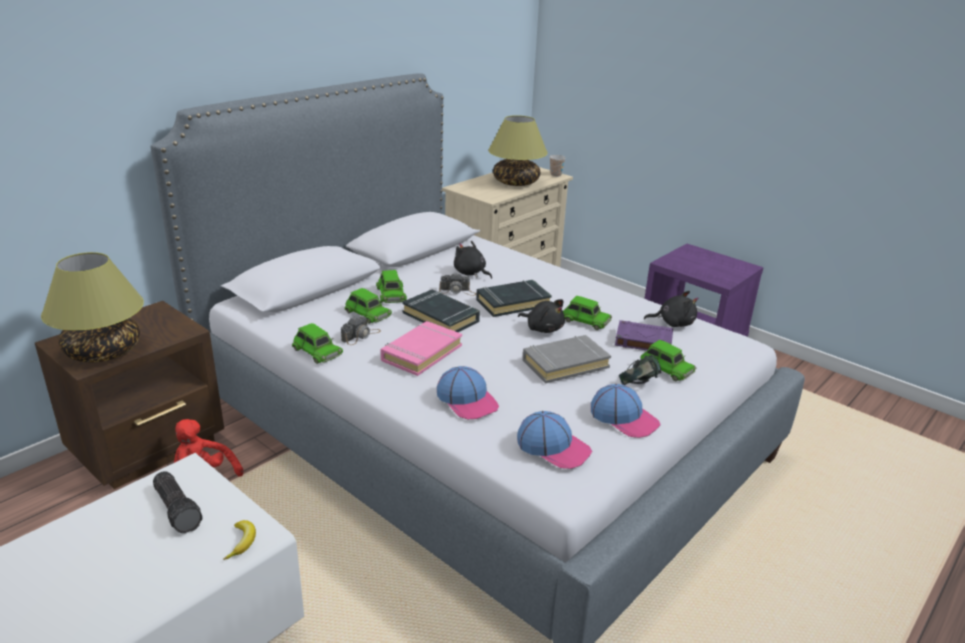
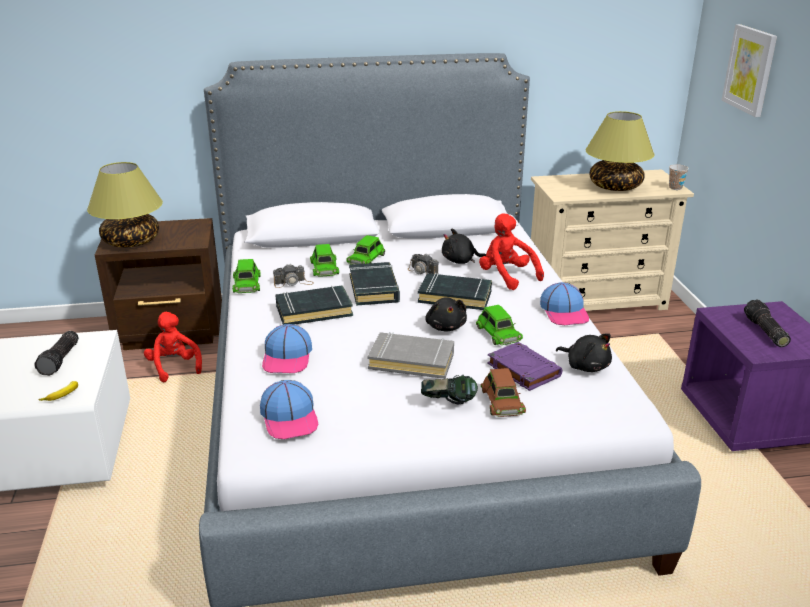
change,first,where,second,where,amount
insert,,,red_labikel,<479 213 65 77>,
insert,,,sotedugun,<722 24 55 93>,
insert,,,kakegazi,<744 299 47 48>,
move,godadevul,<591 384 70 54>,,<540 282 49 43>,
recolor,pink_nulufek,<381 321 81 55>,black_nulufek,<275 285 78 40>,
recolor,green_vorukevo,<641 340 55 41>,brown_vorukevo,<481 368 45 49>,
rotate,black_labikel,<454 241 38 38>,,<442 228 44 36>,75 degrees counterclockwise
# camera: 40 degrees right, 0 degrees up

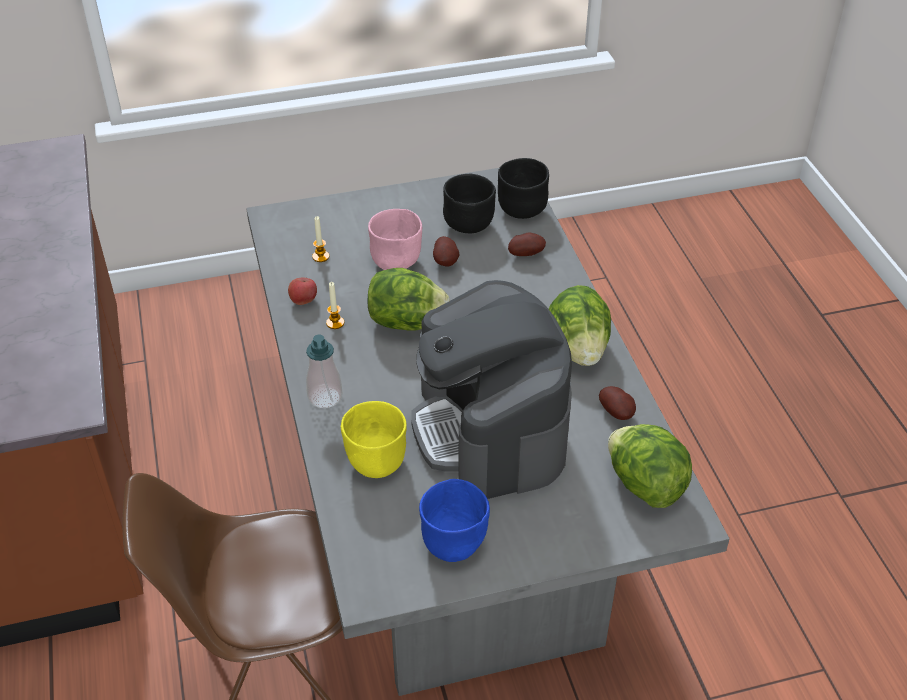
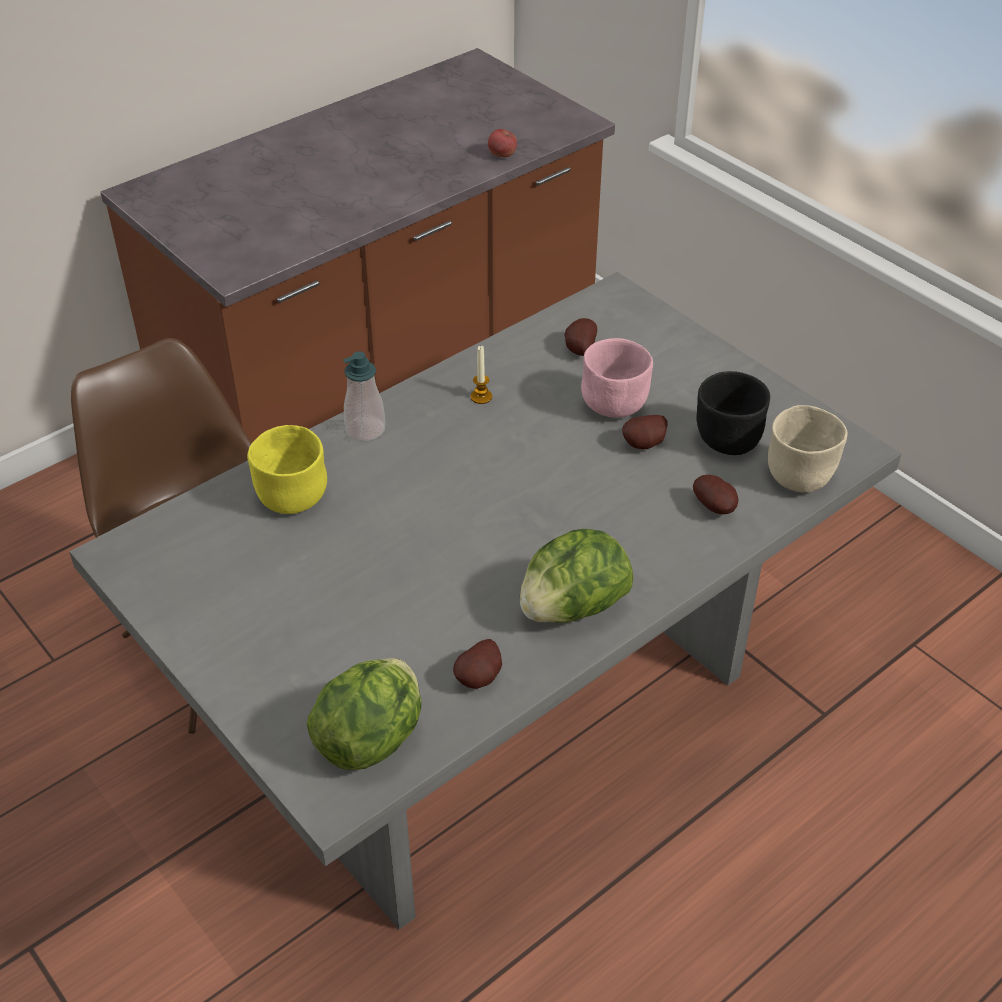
change,first,where,second,where,amount
delete,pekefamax,<368 268 82 63>,,,
delete,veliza,<411 280 161 219>,,,
delete,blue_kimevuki,<419 479 71 83>,,,
move,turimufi,<288 278 29 27>,,<488 129 29 28>,
replace,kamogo,<312 216 17 46>,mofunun,<564 318 33 38>,
recolor,black_kimevuki,<498 158 51 61>,beige_kimevuki,<768 405 80 88>,
# camera: 65 degrees right, 0 degrees up

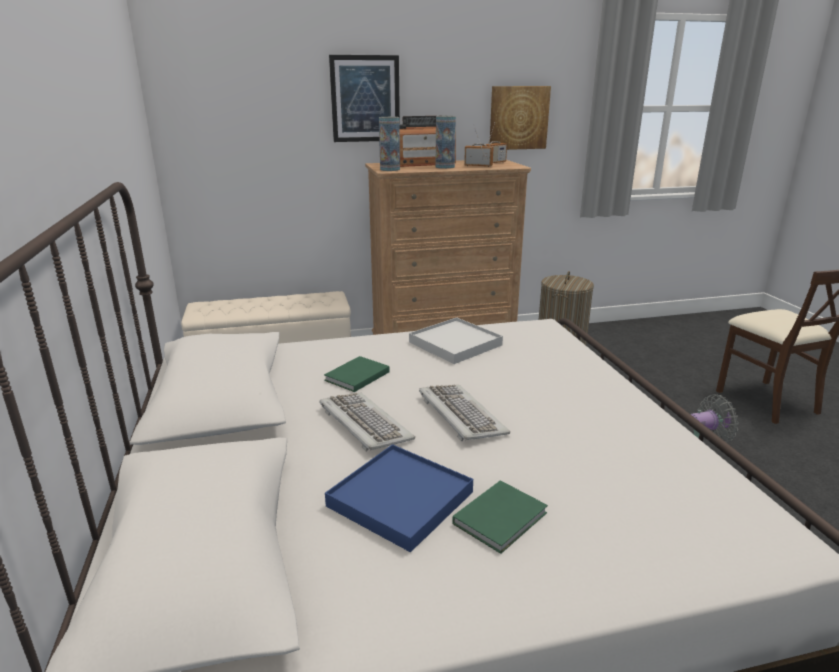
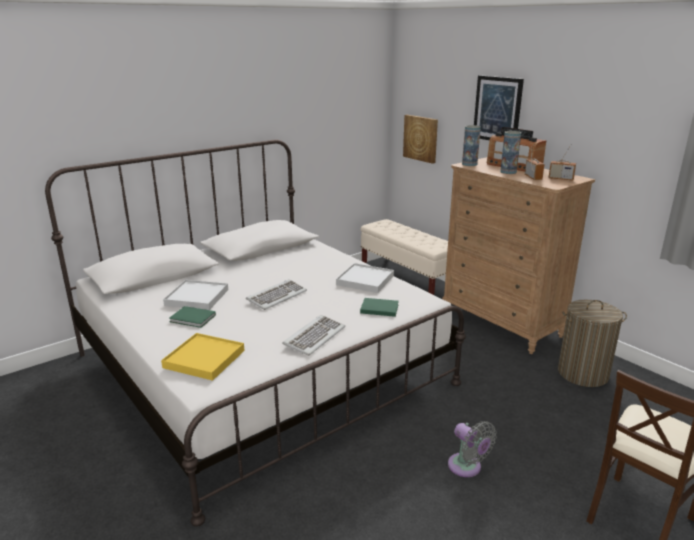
change,first,where,second,where,amount
insert,,,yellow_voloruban,<161 333 84 48>,
move,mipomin,<319 392 96 60>,,<282 315 63 41>,
move,green_nulufek,<324 356 66 36>,,<360 298 39 19>,
move,sotedugun,<490 86 61 64>,,<403 115 35 49>,
recolor,blue_voloruban,<325 444 148 108>,white_voloruban,<163 280 65 30>,
# camera: 65 degrees right, 0 degrees up

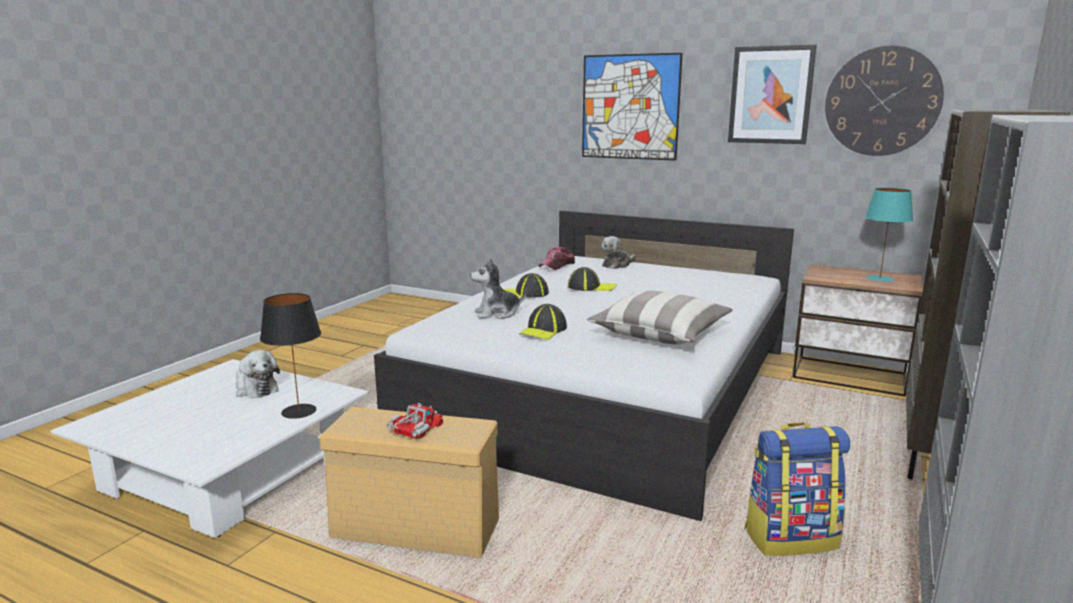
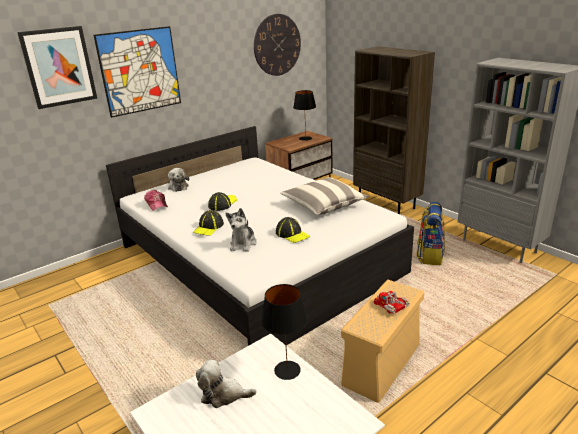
change,first,where,second,where,amount
move,sotedugun,<728 45 89 99>,,<17 26 80 83>,
recolor,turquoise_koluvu,<865 188 48 94>,black_koluvu,<293 90 23 51>,
rotate,labikel,<236 350 44 48>,,<196 360 61 48>,150 degrees counterclockwise
# camera: 65 degrees left, 10 degrees up

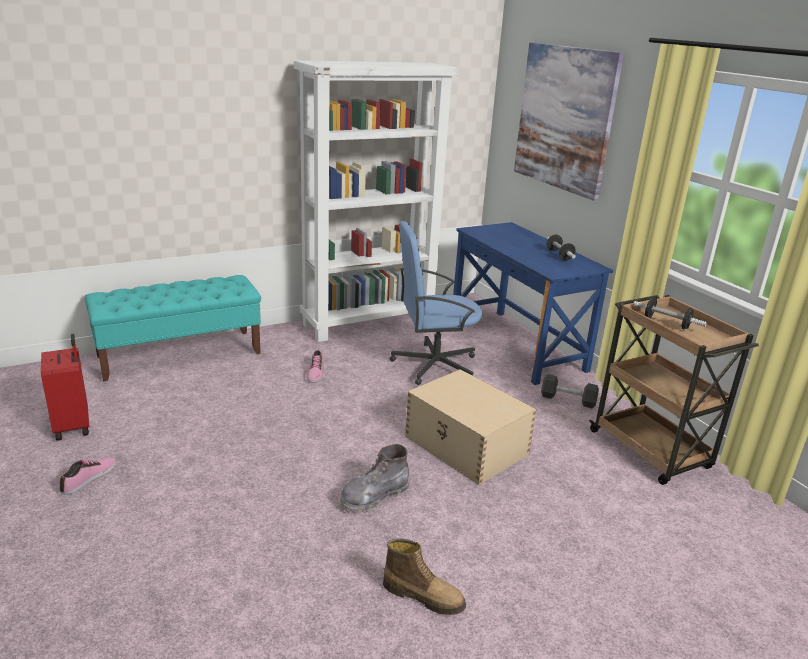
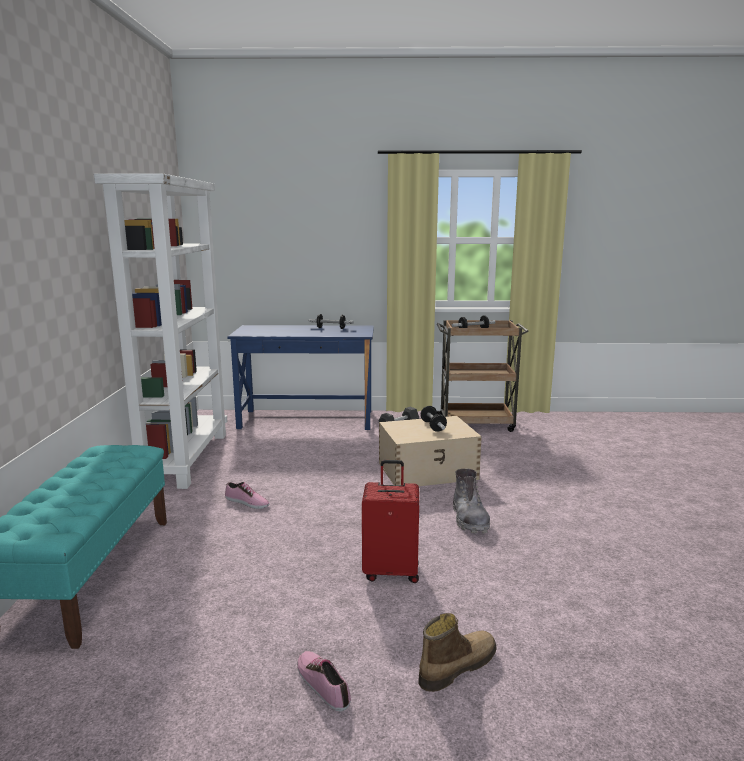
change,first,where,second,where,amount
delete,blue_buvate,<389 221 93 164>,,,
delete,sotedugun,<514 42 110 159>,,,
insert,,,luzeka,<420 406 27 26>,
move,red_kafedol,<41 334 48 107>,,<362 460 57 123>,
move,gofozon,<383 538 83 77>,,<418 613 79 79>,
# camera: 60 degrees left, 10 degrees down

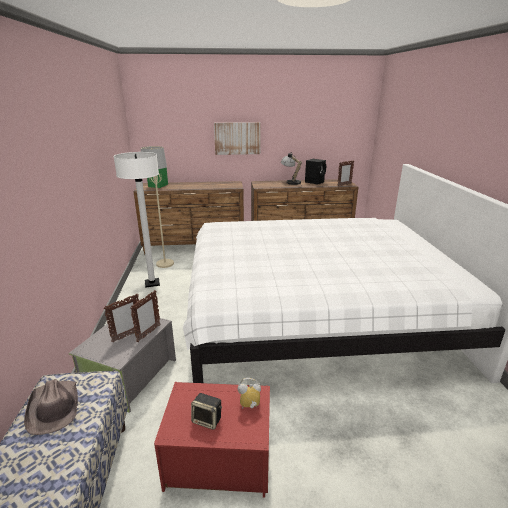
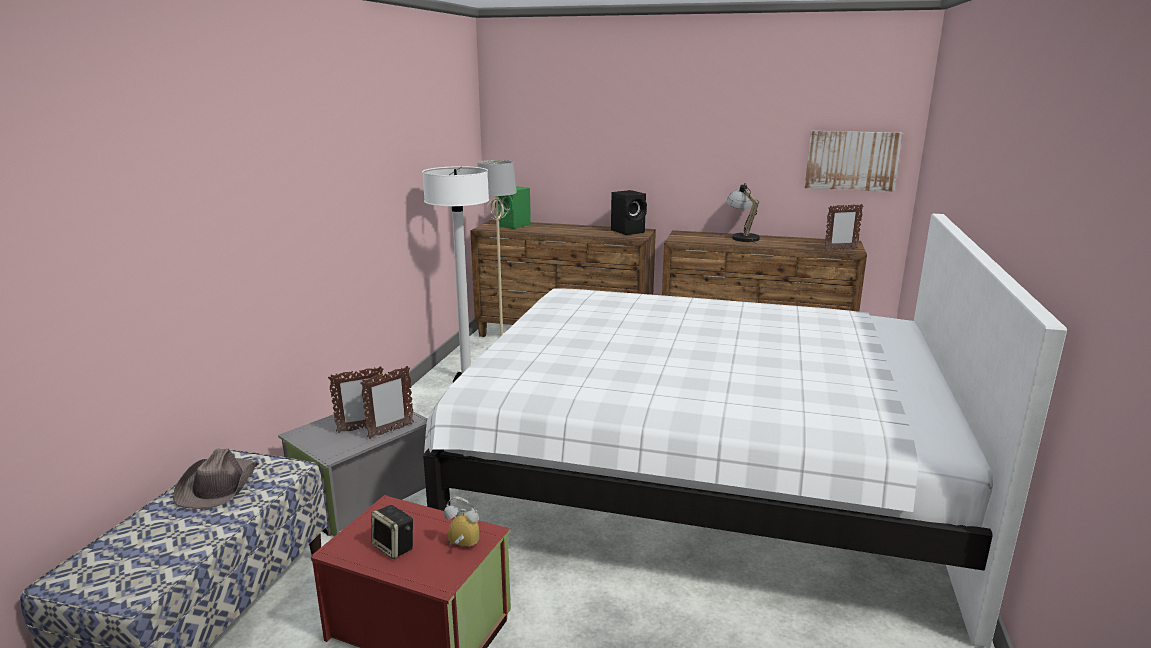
change,first,where,second,where,amount
move,sotedugun,<214 122 47 33>,,<805 131 98 61>,
move,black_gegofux,<305 159 21 26>,,<611 190 36 45>,
# camera: 20 degrees right, 5 degrees down

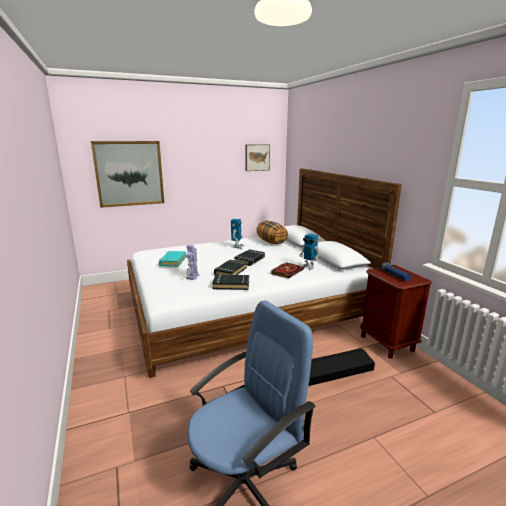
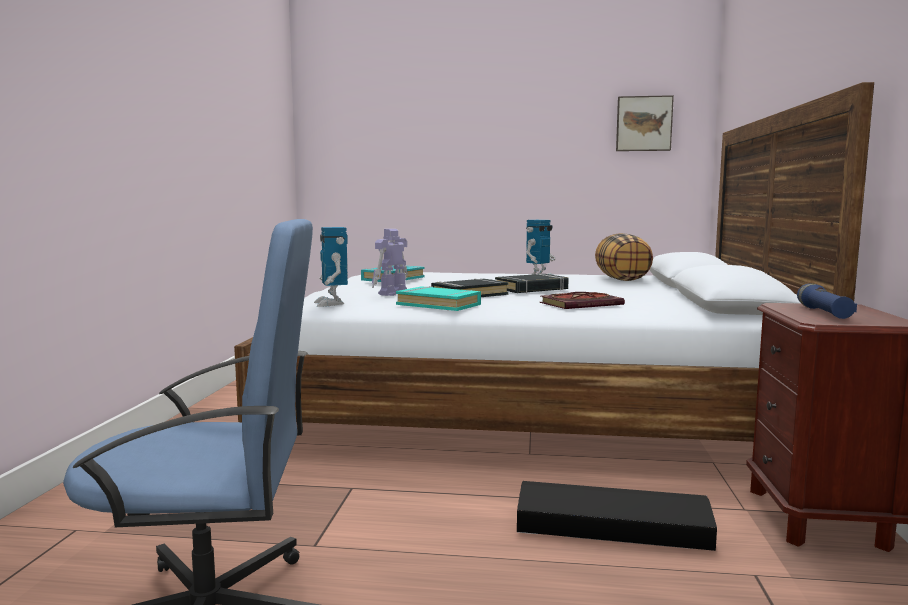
change,first,where,second,where,amount
delete,sotedugun,<91 141 73 67>,,,
move,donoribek,<299 234 21 36>,,<314 227 34 80>,
recolor,black_nulufek,<212 274 37 16>,turquoise_nulufek,<396 286 85 25>,
# camera: 30 degrees right, 10 degrees down

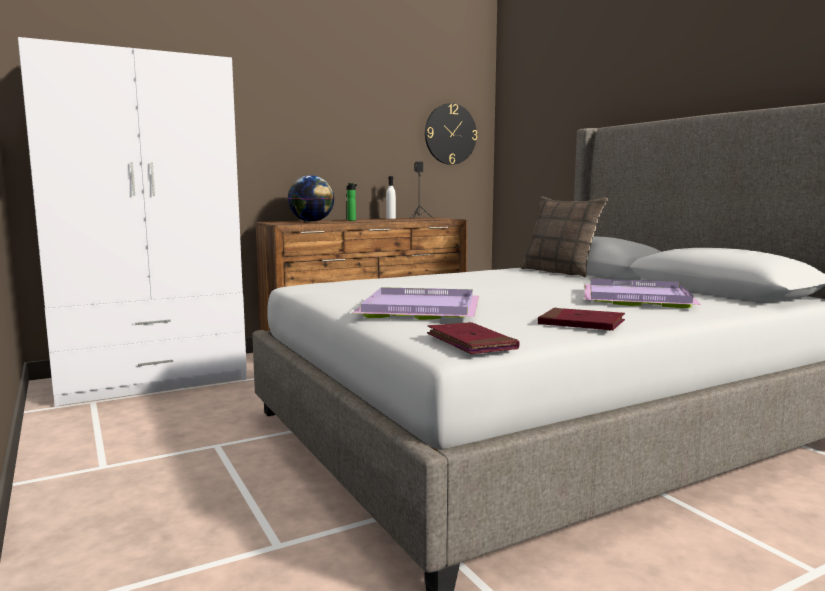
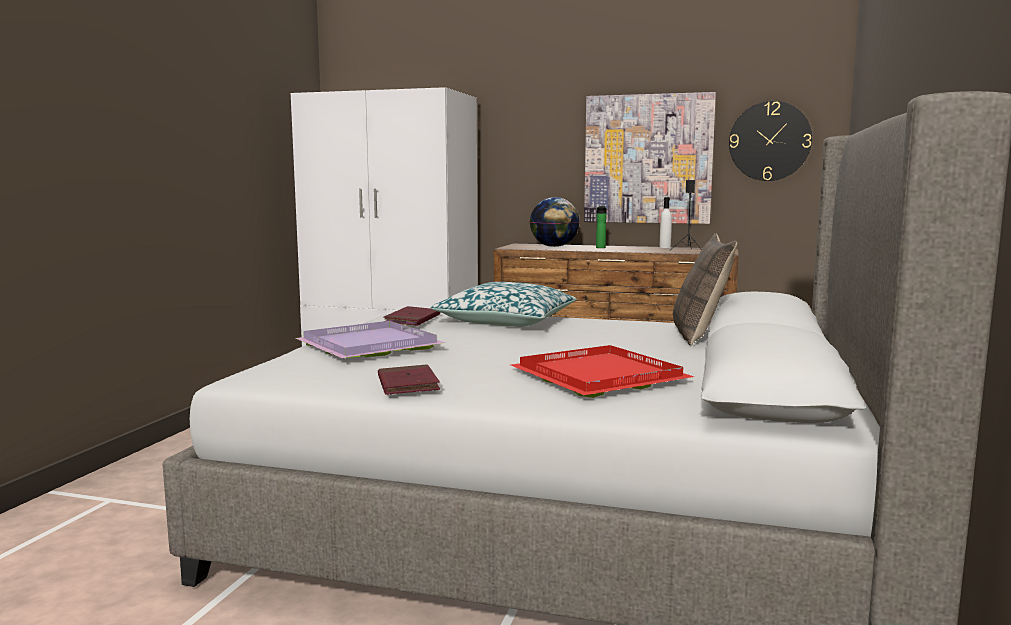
change,first,where,second,where,amount
insert,,,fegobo,<431 282 146 45>,
insert,,,sotedugun,<584 92 132 132>,
move,red_nulufek,<427 322 93 32>,,<383 306 57 20>,
recolor,purple_voloruban,<584 279 117 29>,red_voloruban,<511 345 183 53>,
# camera: 45 degrees right, 0 degrees up

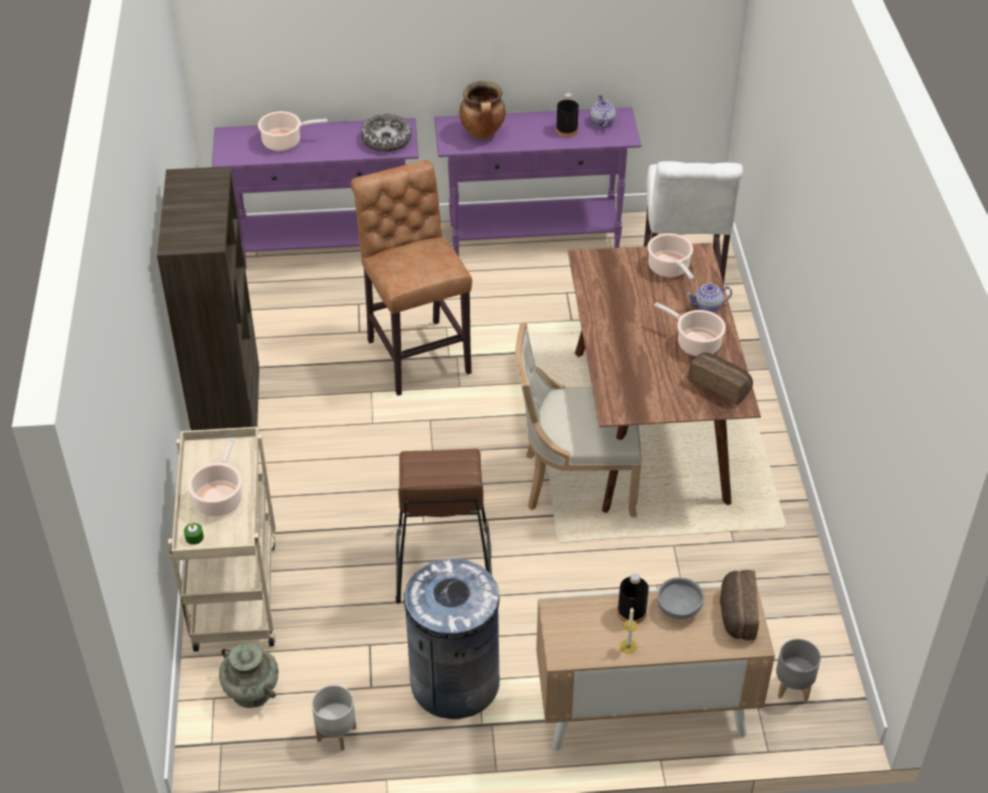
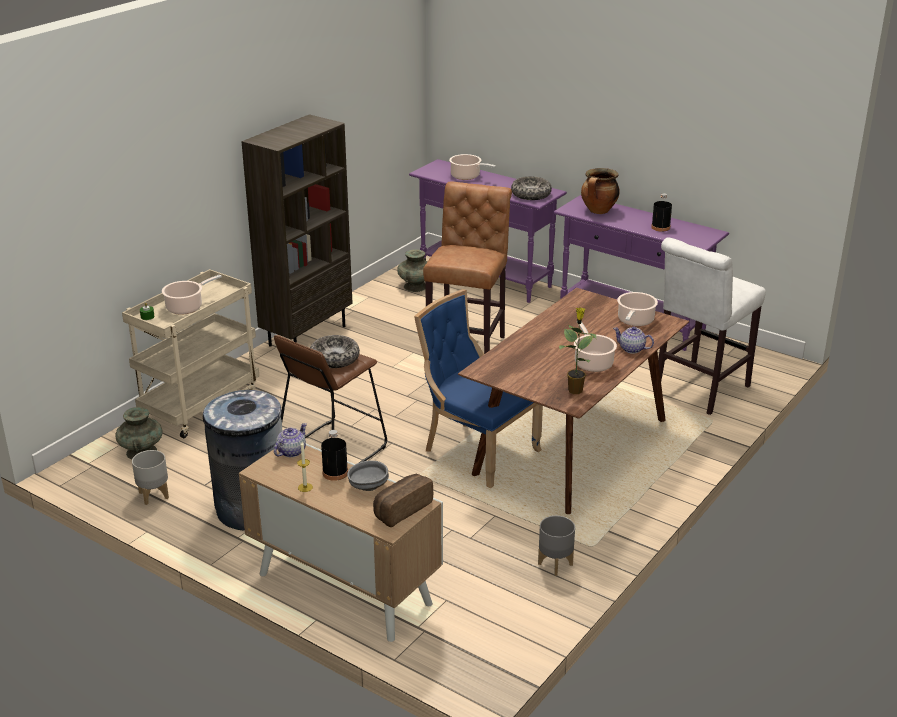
change,first,where,second,where,amount
insert,,,kimevuki,<310 335 50 33>,
insert,,,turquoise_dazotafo,<397 249 31 43>,
move,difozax,<590 94 26 34>,,<274 423 33 34>,
move,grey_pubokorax,<776 639 45 62>,,<538 515 37 61>,
replace,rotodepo,<689 352 64 53>,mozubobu,<559 307 38 87>,
recolor,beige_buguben,<515 322 127 195>,blue_buguben,<414 289 129 199>,
# camera: 40 degrees right, 15 degrees down

